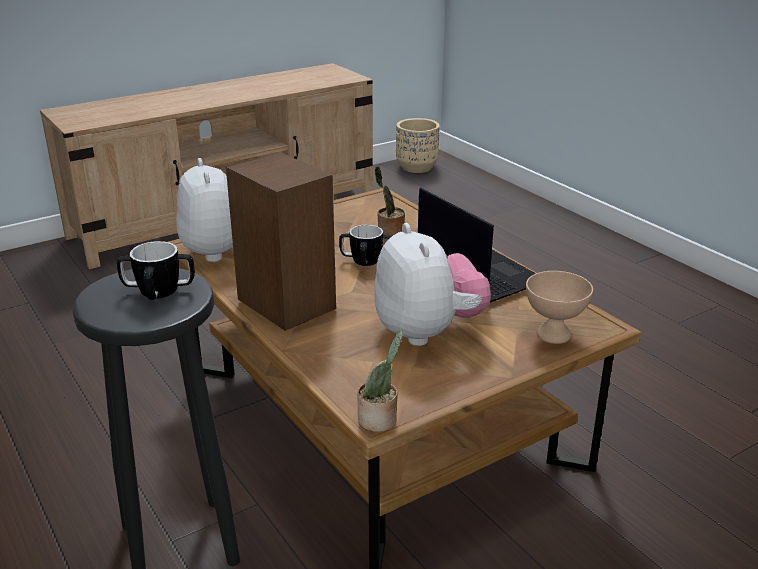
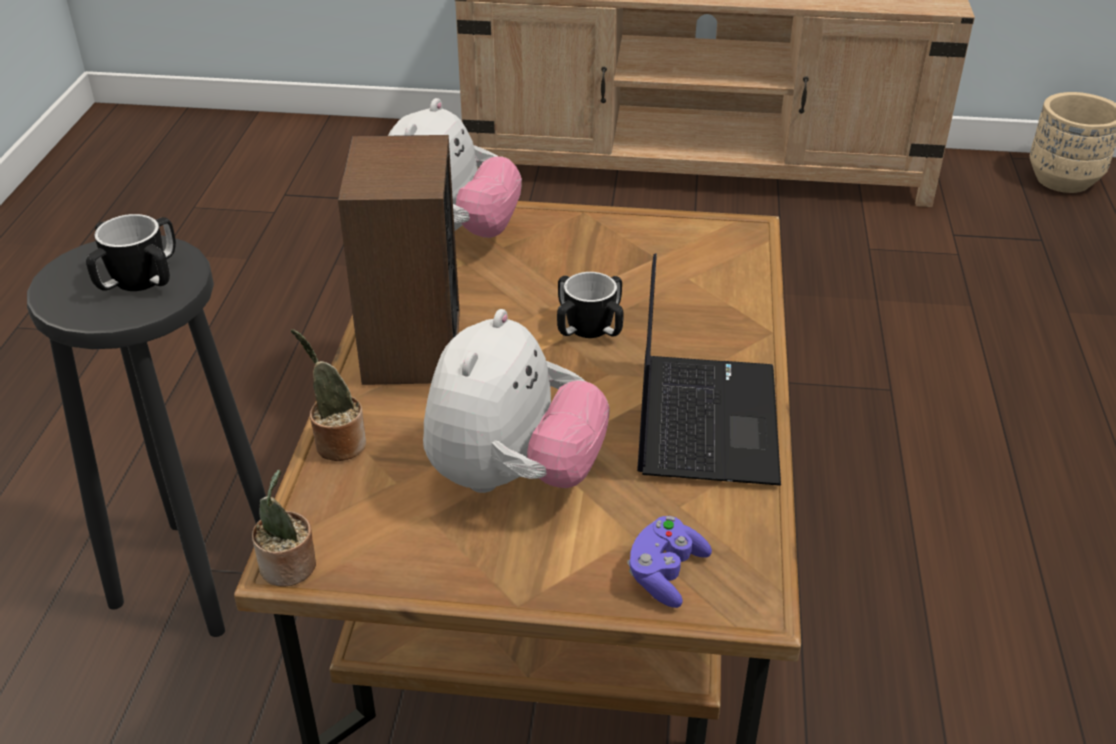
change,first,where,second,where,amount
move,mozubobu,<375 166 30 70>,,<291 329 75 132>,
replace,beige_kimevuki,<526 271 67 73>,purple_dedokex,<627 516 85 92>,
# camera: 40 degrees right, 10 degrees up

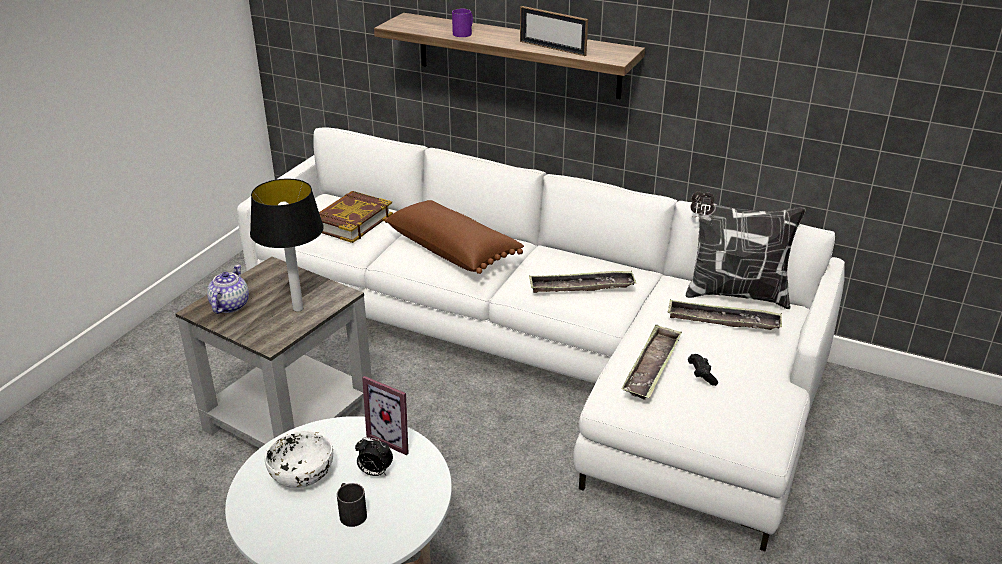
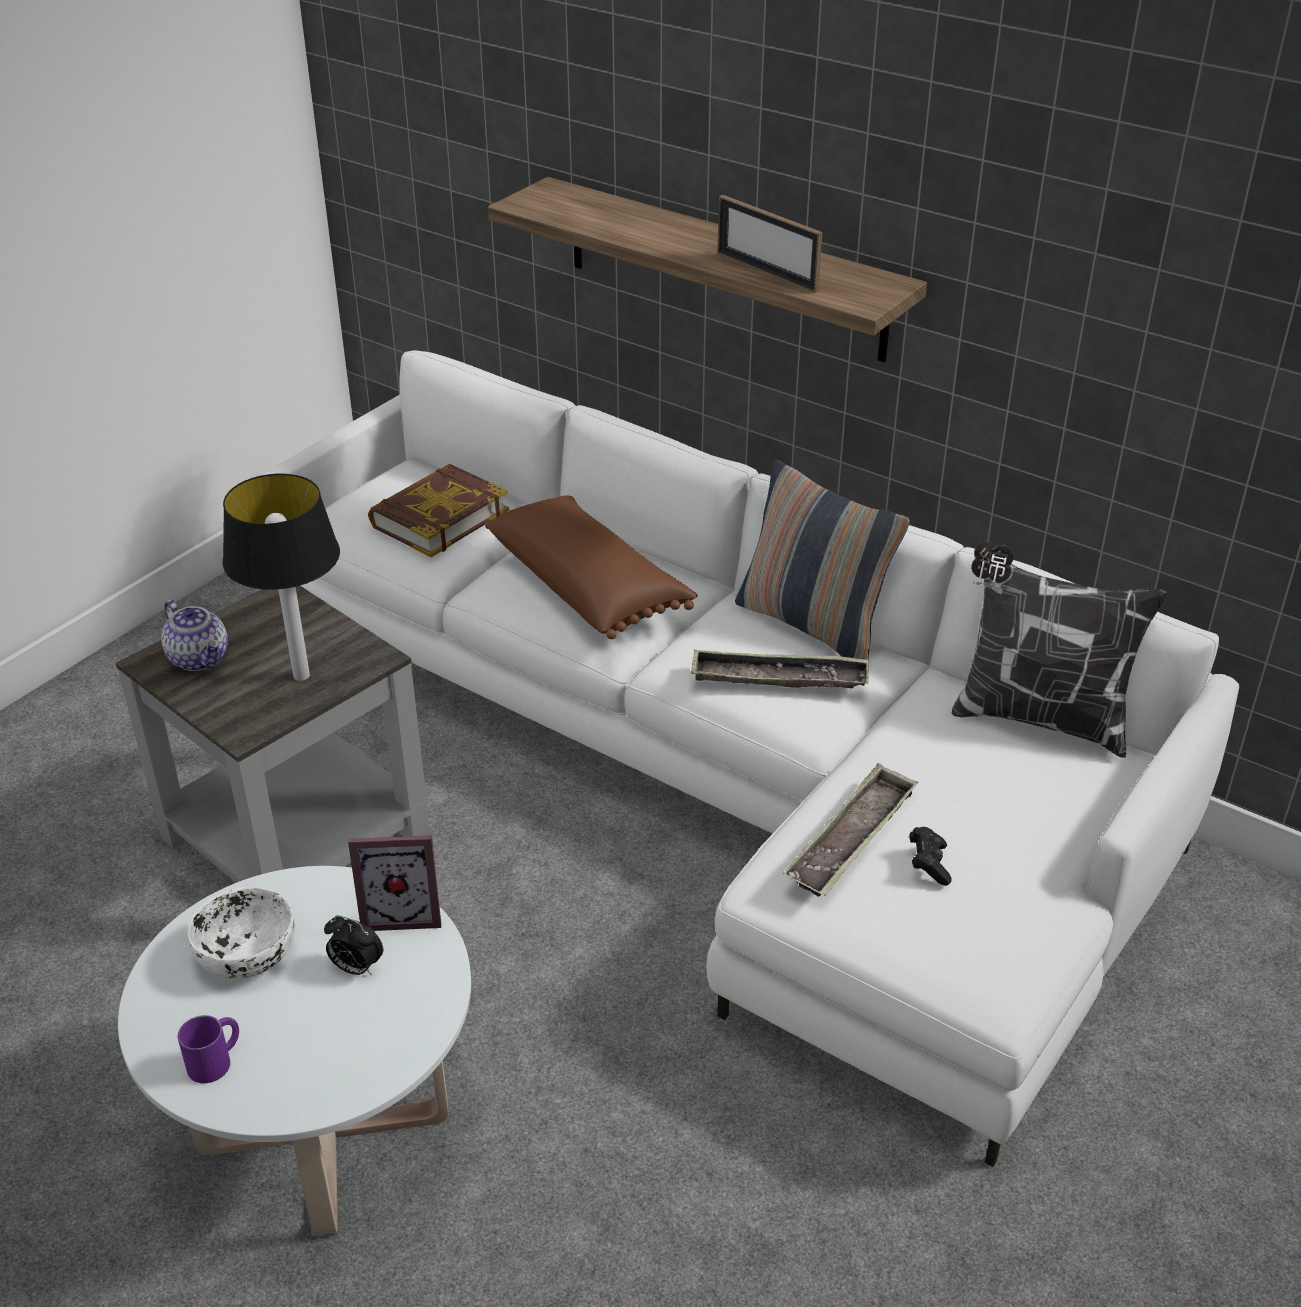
change,first,where,second,where,amount
delete,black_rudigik,<337 483 30 44>,,,
delete,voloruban,<668 300 114 30>,,,
insert,,,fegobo,<735 460 175 200>,
move,purple_rudigik,<452 9 21 28>,,<178 1015 61 68>,
rotate,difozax,<207 264 42 50>,,<161 600 67 71>,120 degrees clockwise
rotate,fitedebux,<362 376 47 79>,,<348 835 93 96>,45 degrees counterclockwise
# camera: 10 degrees right, 5 degrees up

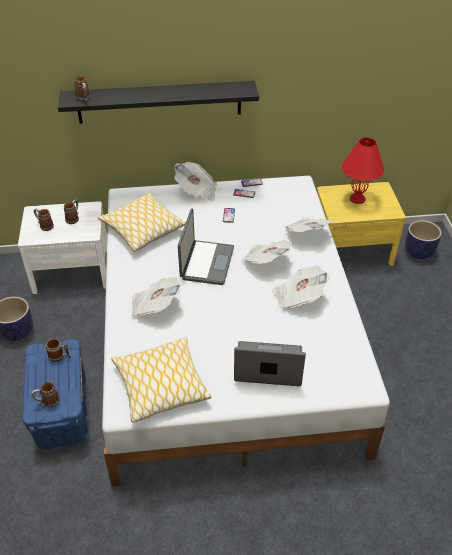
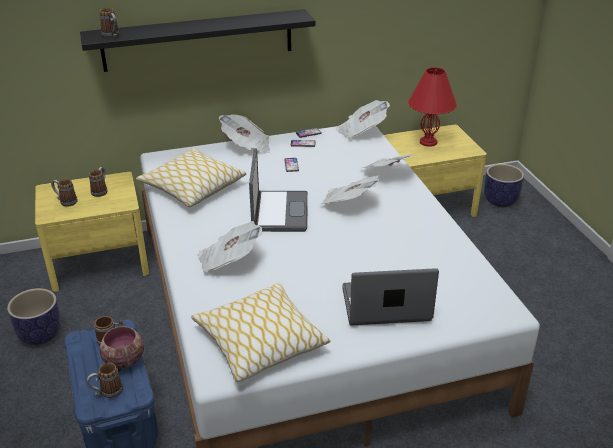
change,first,where,second,where,amount
insert,,,kimevuki,<100 326 44 46>,
move,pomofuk,<272 266 58 43>,,<336 100 54 39>,
recolor,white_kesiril,<18 201 89 93>,yellow_kesiril,<35 172 114 120>,
# camera: 10 degrees left, 10 degrees down

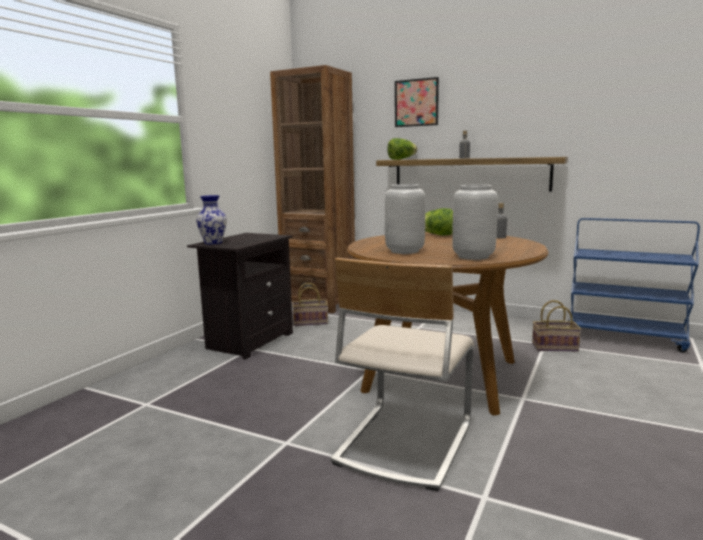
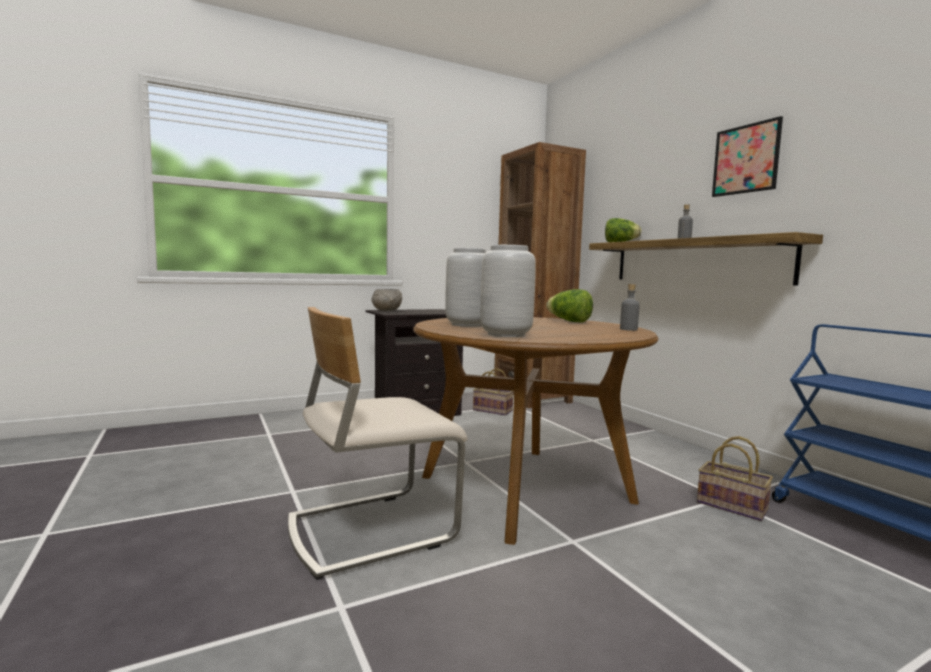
change,first,where,second,where,amount
move,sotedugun,<395 77 44 50>,,<712 116 71 81>,
replace,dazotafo,<196 195 31 49>,grey_kimevuki,<372 289 30 22>,
# camera: 35 degrees right, 5 degrees down

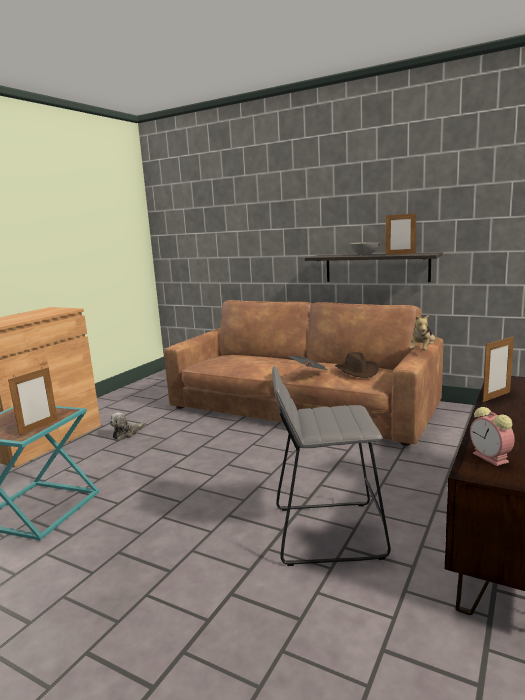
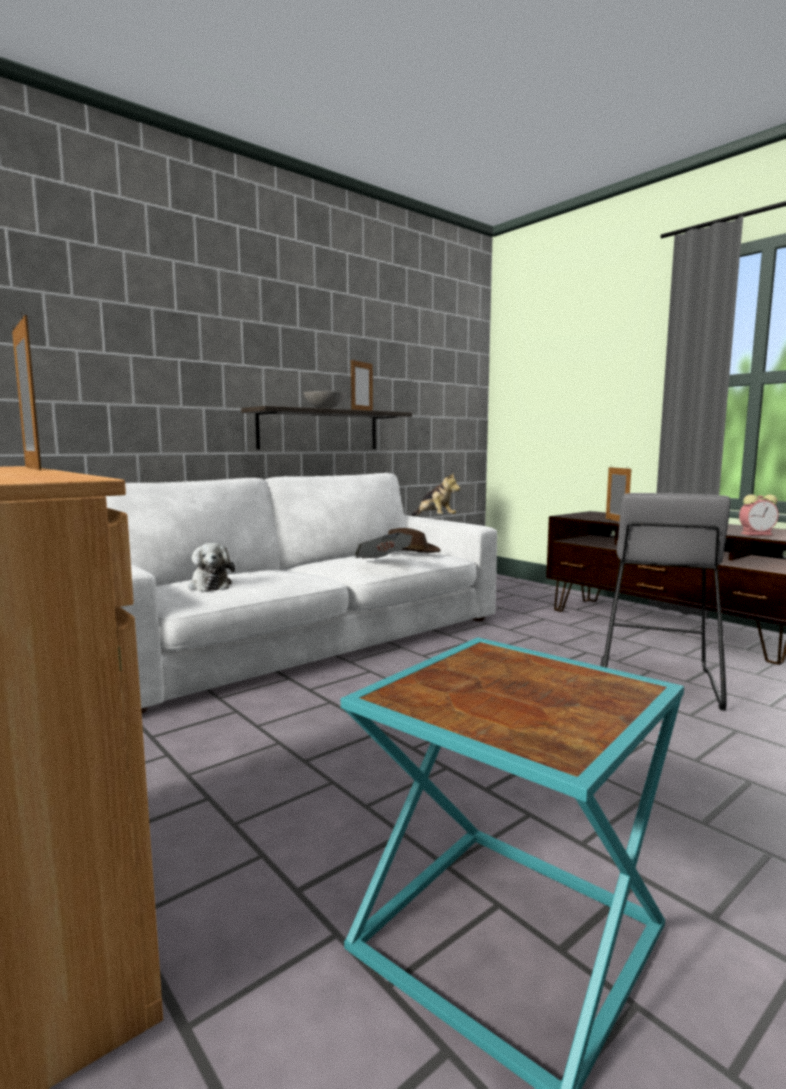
change,first,where,second,where,amount
move,fitedebux,<8 367 50 69>,,<12 312 29 158>,
move,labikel,<110 412 35 28>,,<188 543 47 48>,
recolor,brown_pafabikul,<164 300 279 146>,white_pafabikul,<105 473 392 241>,
# camera: 70 degrees left, 5 degrees down

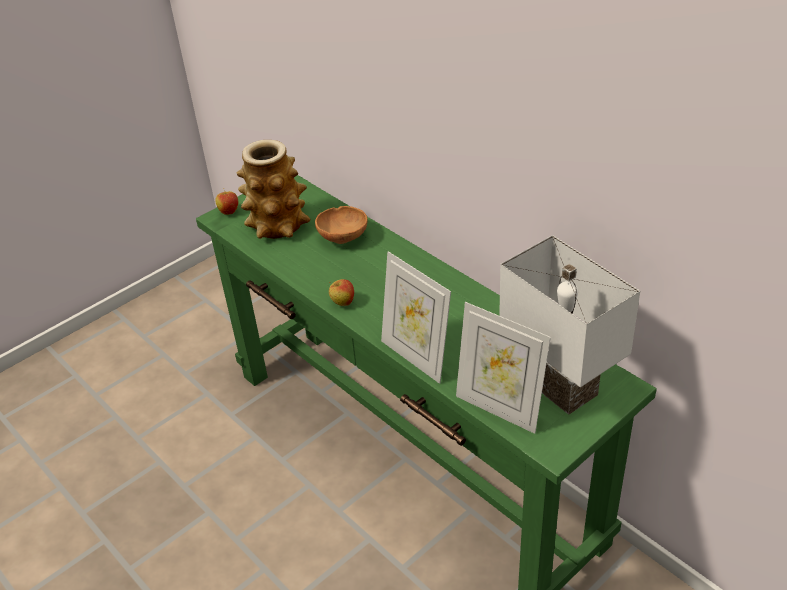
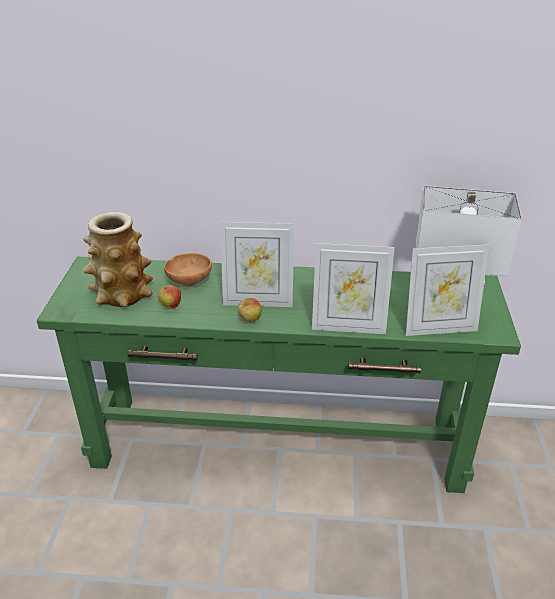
change,first,where,second,where,amount
insert,,,fitedebux,<220 222 74 85>,
move,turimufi,<216 188 22 27>,,<158 285 23 24>,
# camera: 45 degrees left, 5 degrees down

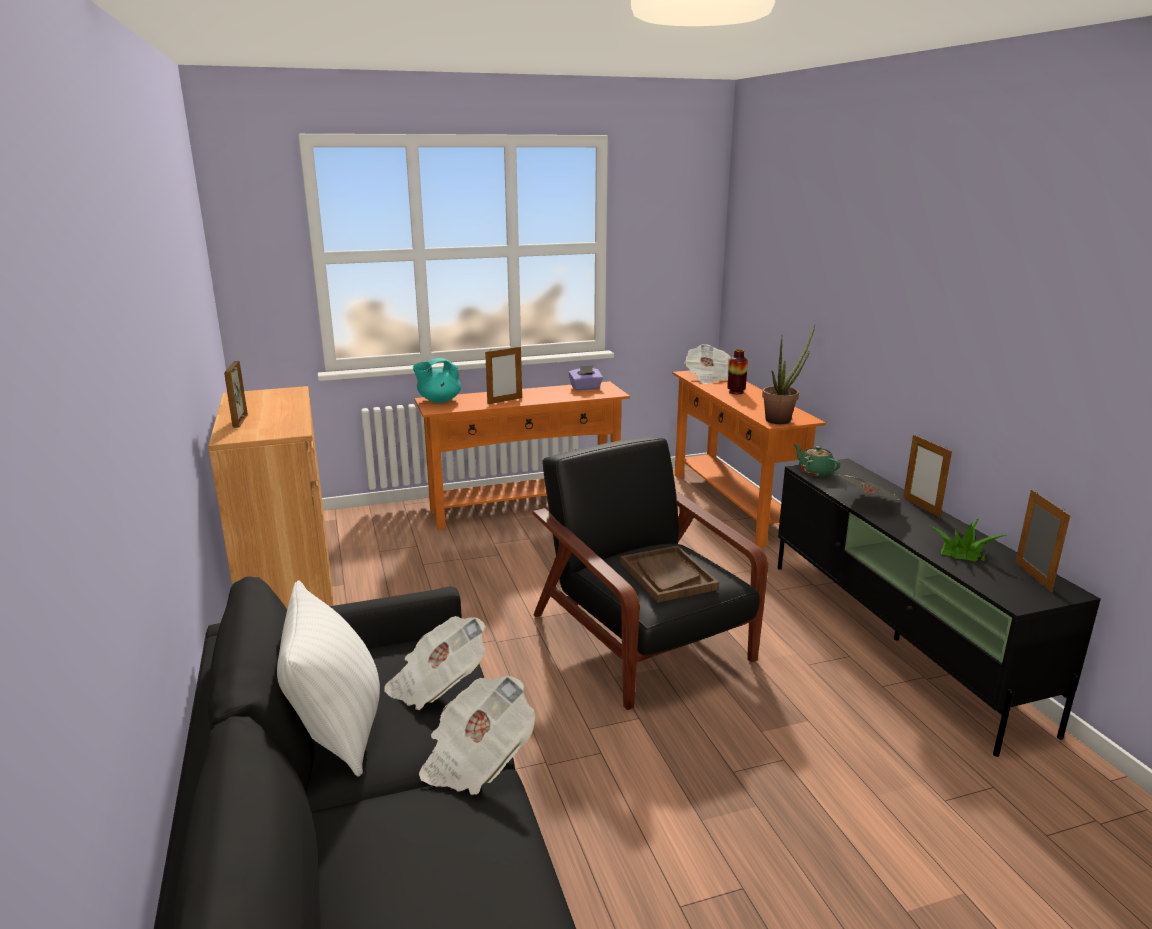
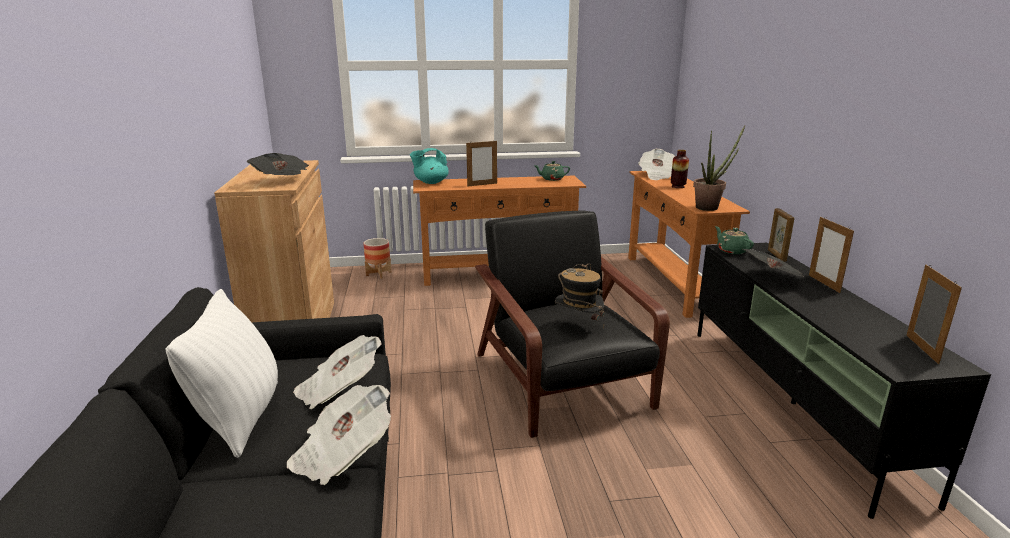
change,first,where,second,where,amount
delete,mozubobu,<928 518 78 44>,,,
insert,,,pomofuk,<247 153 61 22>,
insert,,,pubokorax,<364 238 28 41>,
move,fitedebux,<224 361 24 67>,,<768 208 26 54>,
replace,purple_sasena,<569 365 34 26>,green_difozax,<534 161 36 20>,
replace,brown_voloruban,<620 545 99 58>,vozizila,<555 264 50 65>,
# camera: 10 degrees right, 0 degrees up

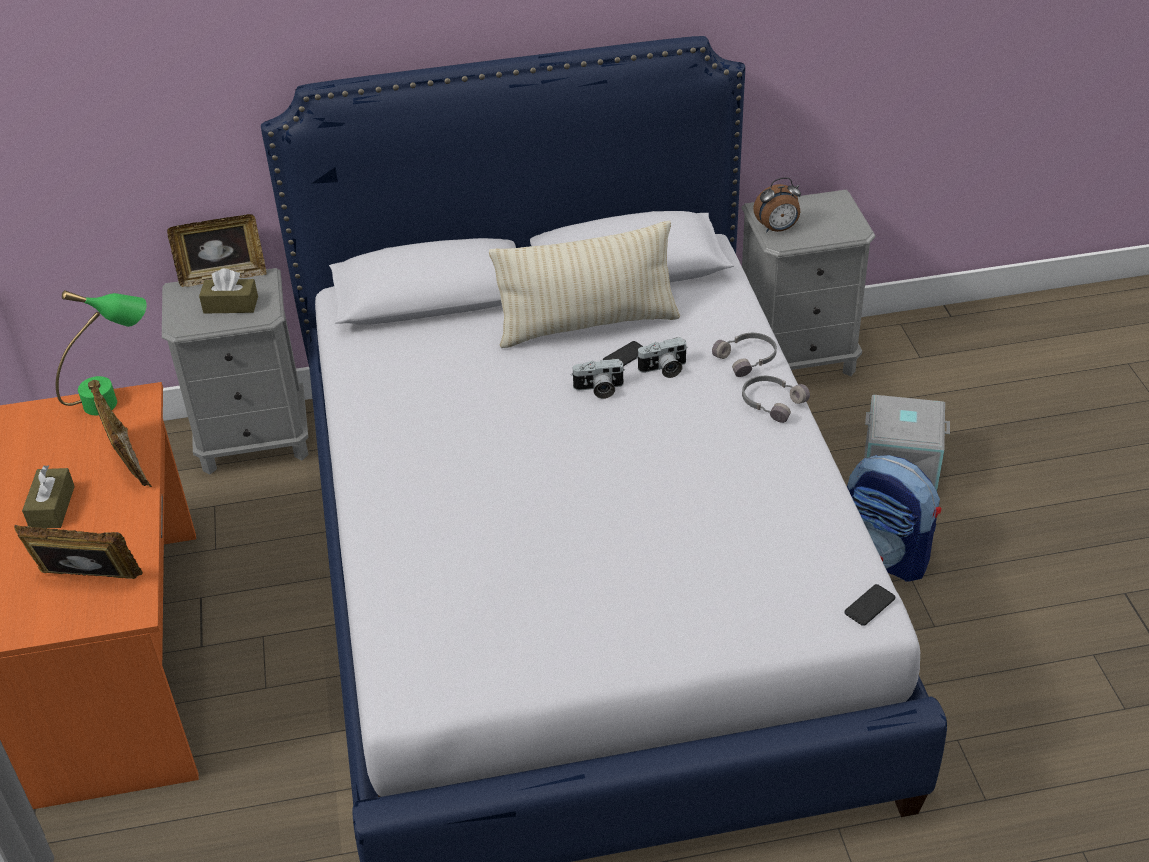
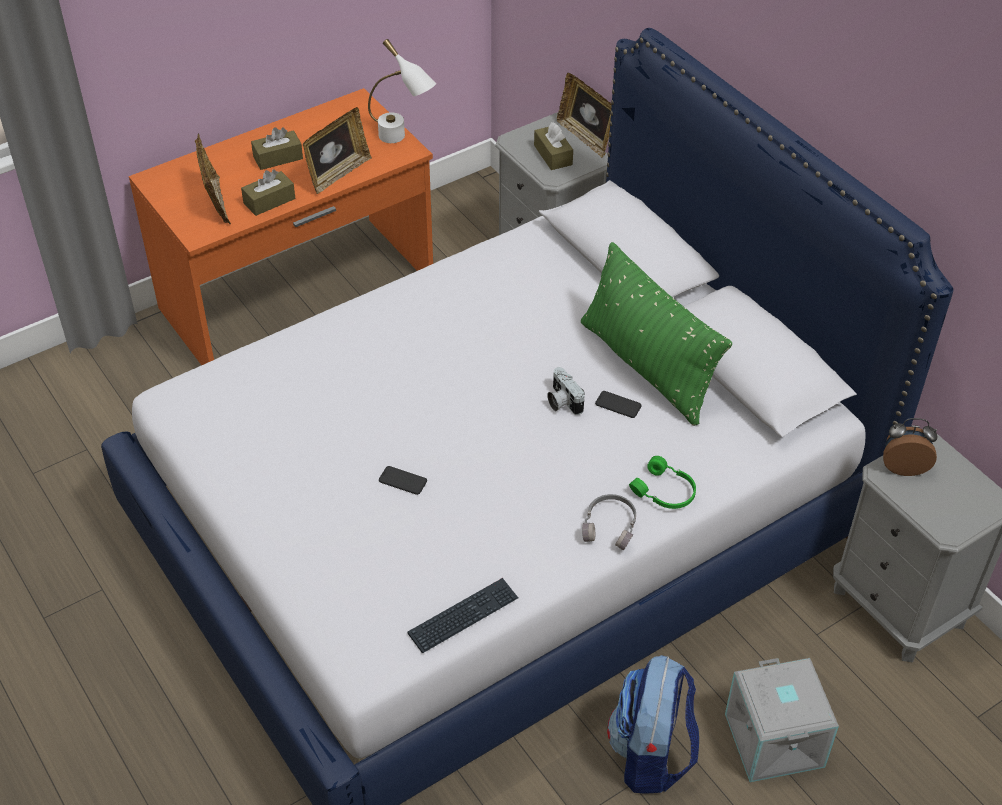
change,first,where,second,where,amount
delete,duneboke,<636 337 52 41>,,,
insert,,,brown_sasena,<241 169 54 47>,
insert,,,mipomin,<407 578 111 75>,
move,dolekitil,<844 584 51 42>,,<379 466 48 29>,
recolor,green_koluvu,<56 290 91 125>,white_koluvu,<368 39 68 104>,
recolor,beige_fegobo,<489 221 191 127>,green_fegobo,<581 242 151 184>,
recolor,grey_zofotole,<712 333 65 44>,green_zofotole,<629 456 67 53>,
rotate,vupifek,<753 177 48 55>,,<883 418 54 58>,135 degrees clockwise
# camera: 65 degrees right, 5 degrees up

